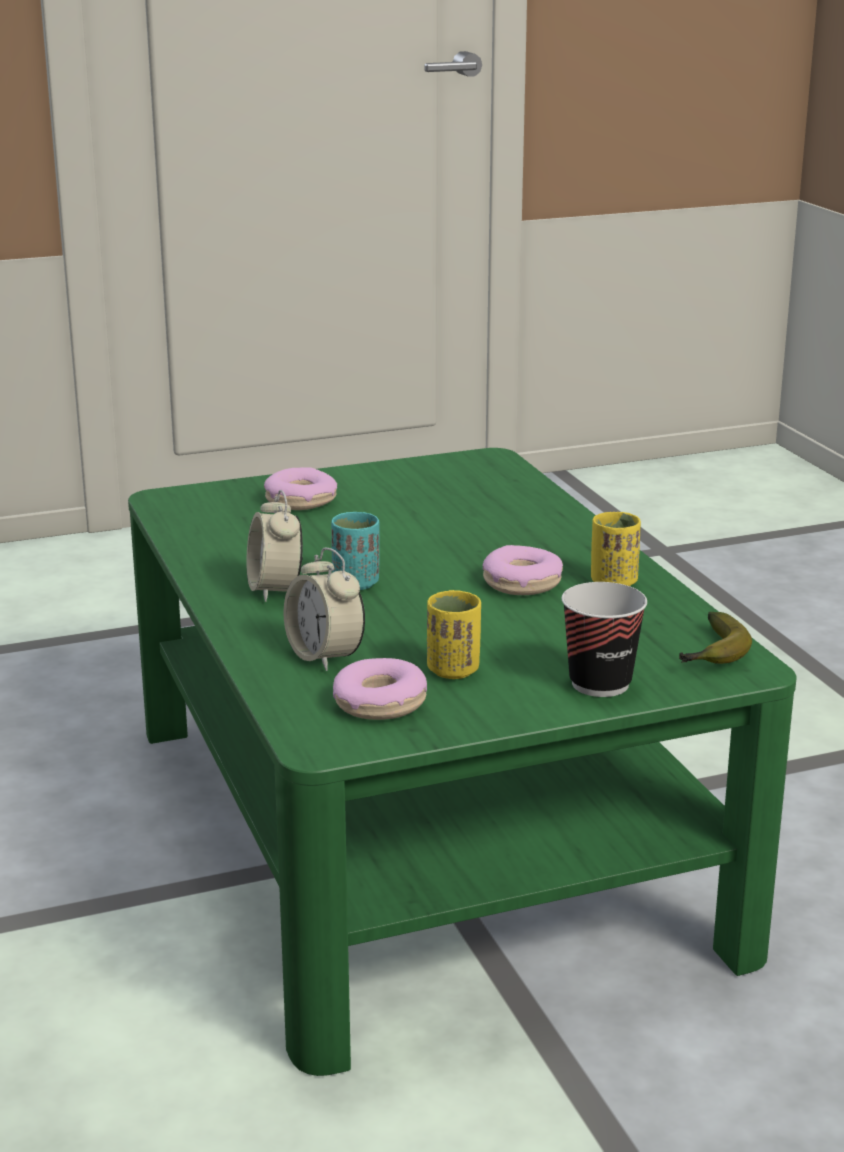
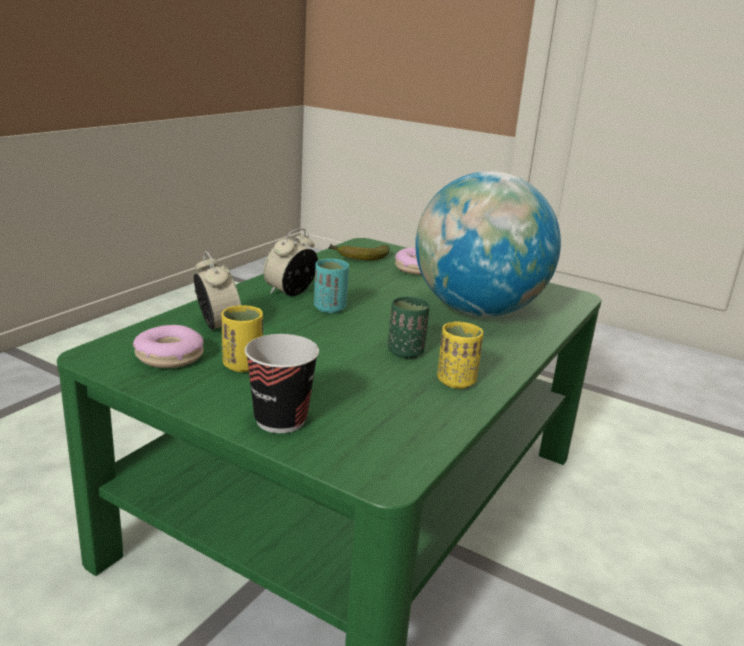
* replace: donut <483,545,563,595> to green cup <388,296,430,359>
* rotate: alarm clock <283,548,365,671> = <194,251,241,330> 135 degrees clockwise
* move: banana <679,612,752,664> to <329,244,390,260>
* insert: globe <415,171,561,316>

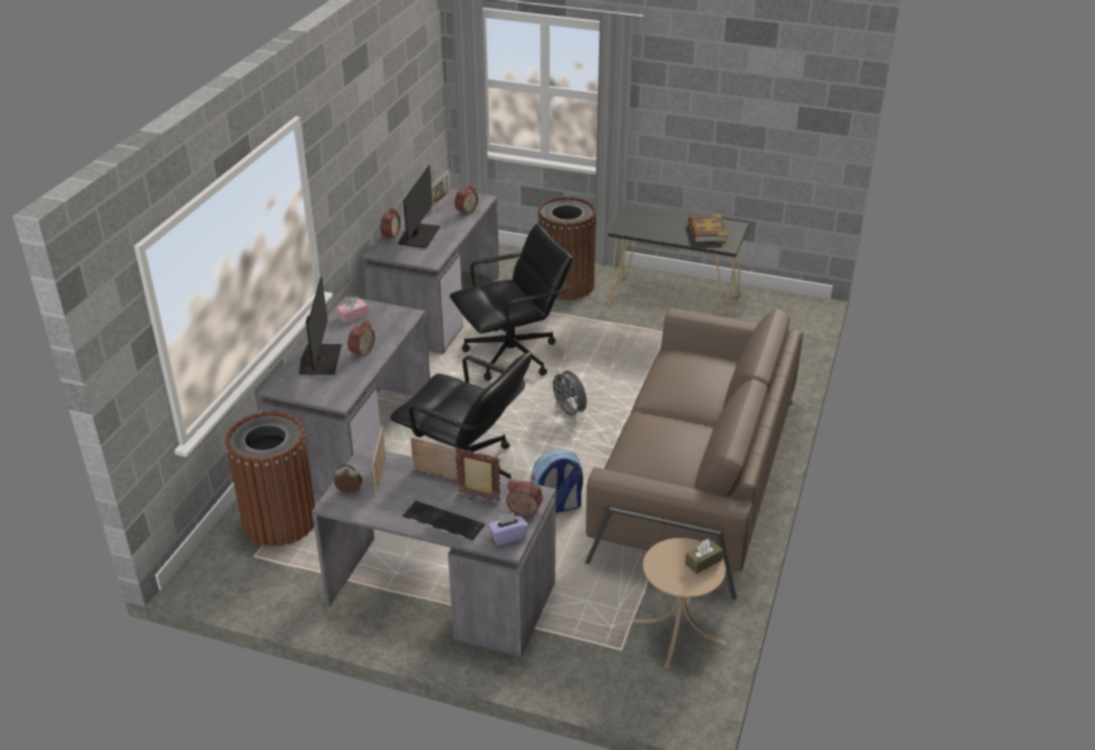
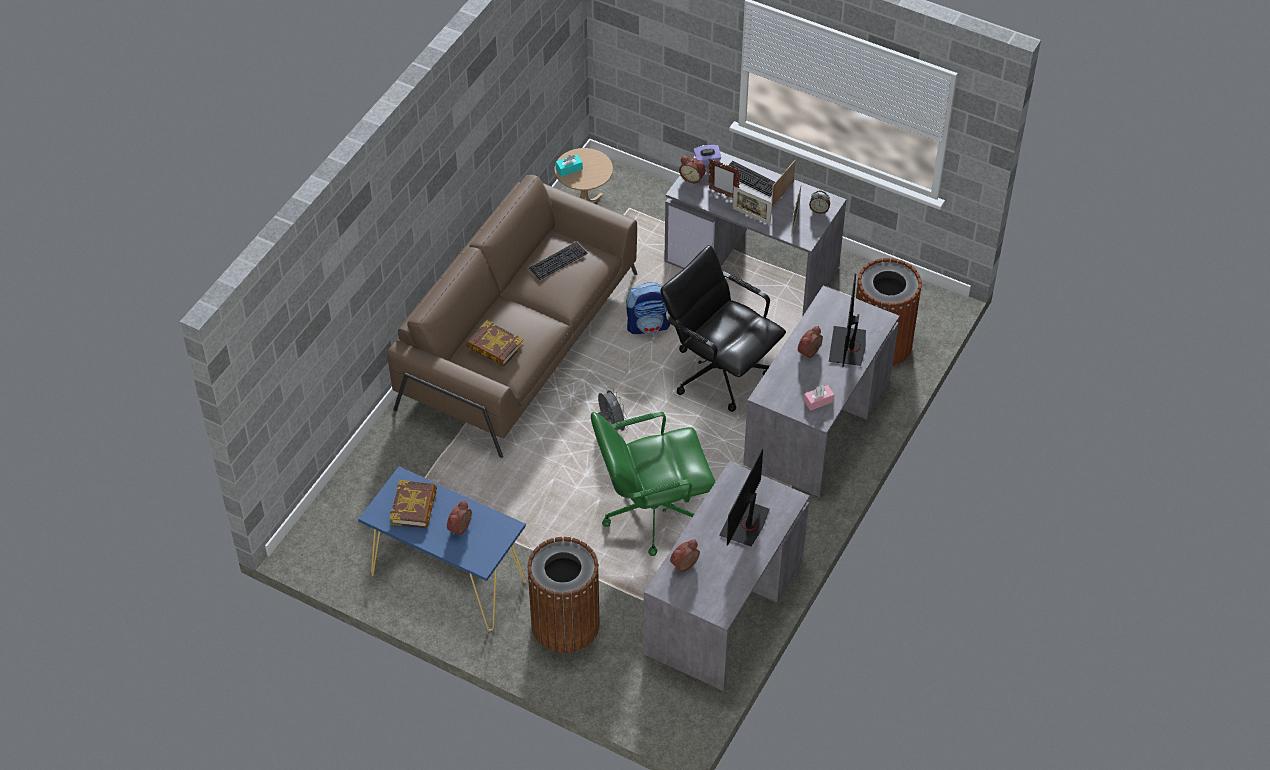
* move: picture frame <431,170,451,213> to <772,160,796,207>
* recolor: black console table <608,204,749,318> to blue console table <358,467,526,631>
* move: alarm clock <380,207,400,240> to <447,500,472,535>
* recolor: black office chair <450,224,573,381> to green office chair <591,412,715,556>
* recolor: brown tissue box <685,539,723,574> to turquoise tissue box <556,154,583,177>
* insert: keyboard <529,242,588,280>
* insert: book <466,321,523,366>

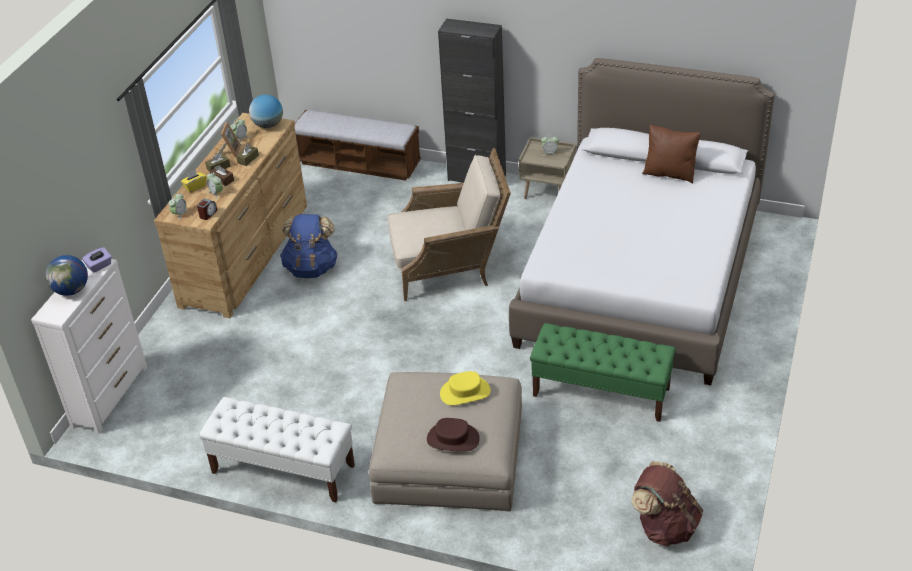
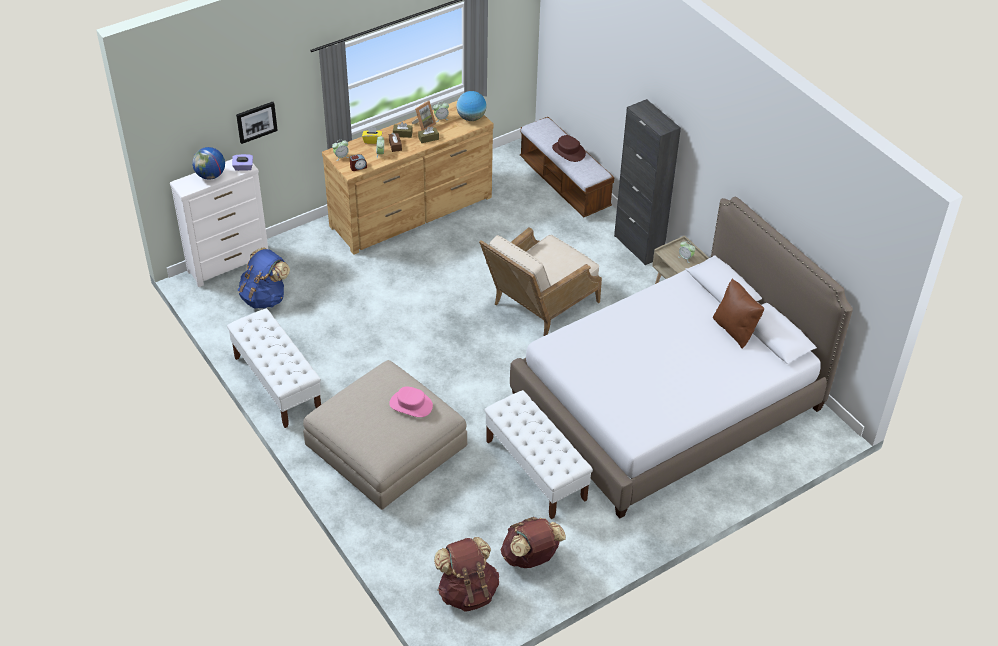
* rotate: beige armchair <387,148,511,301> = <479,227,602,336> 105 degrees clockwise
* move: blue backpack <280,214,338,278> to <238,247,290,309>
* recolor: green bench <530,323,676,422> to white bench <484,390,593,519>
* recolor: yellow hat <440,371,491,405> to pink hat <389,386,433,417>
* move: brown hat <427,418,480,452> to <552,135,586,162>
* insert: picture <236,102,278,144>
* insert: brown backpack <501,517,566,568>

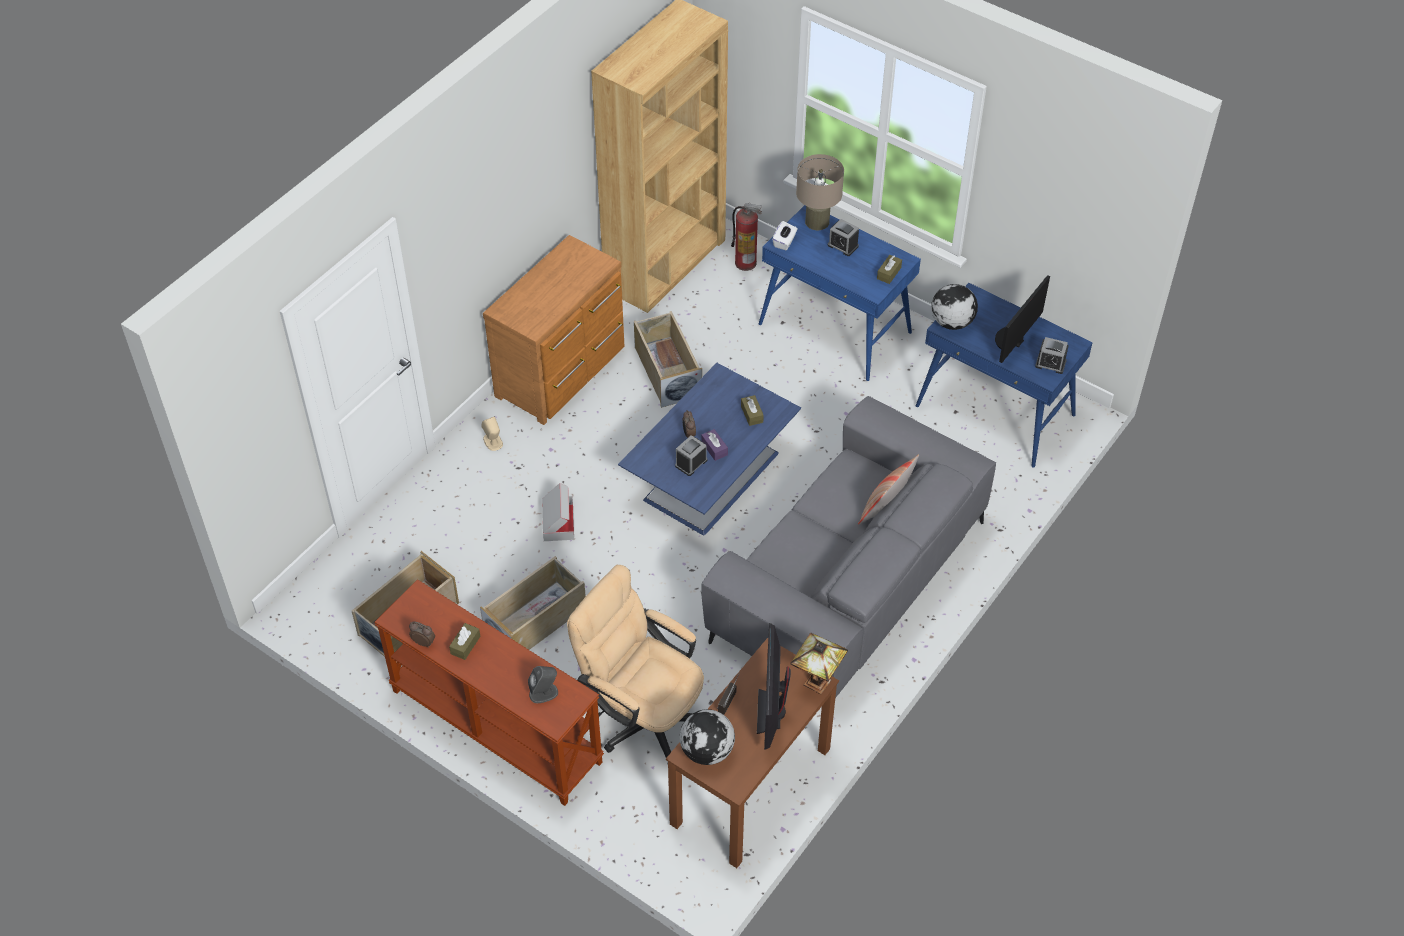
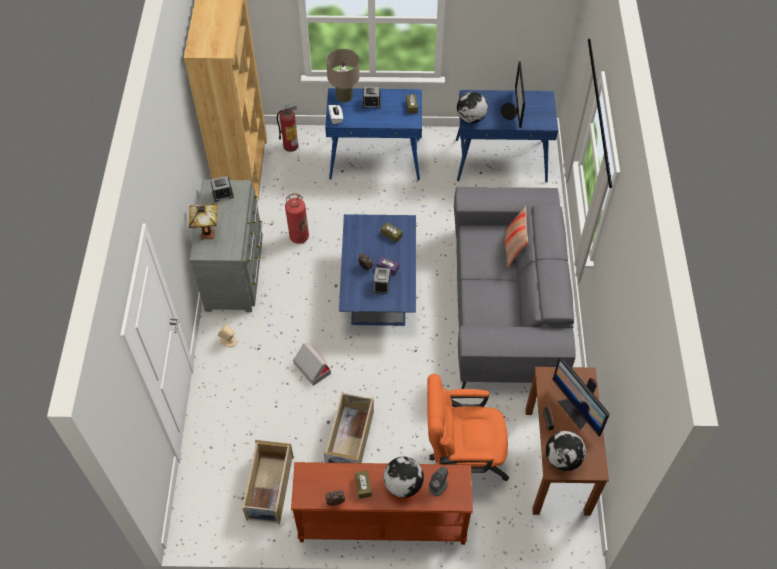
* recolor: brown dresser <483,235,624,425> to grey dresser <189,180,263,312>
* replace: beige storage box <634,311,702,408> to fire extinguisher <285,193,309,244>
* move: alarm clock <1035,337,1069,374> to <210,176,234,202>
* recolor: beige office chair <567,565,704,758> to orange office chair <427,374,509,482>
* move: table lamp <790,633,848,695> to <189,204,217,240>
* insert: globe <383,457,424,498>

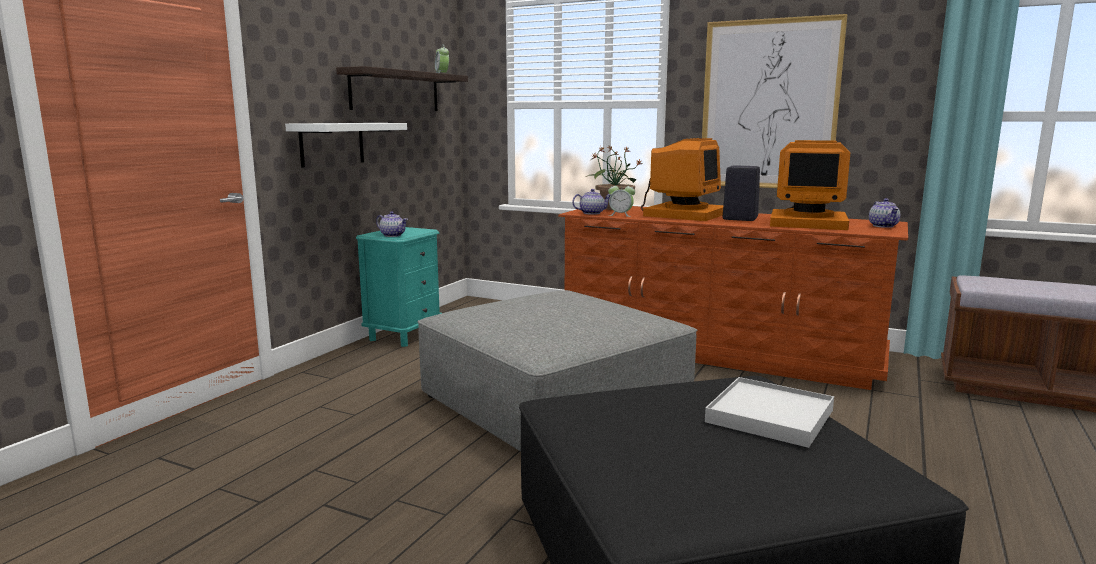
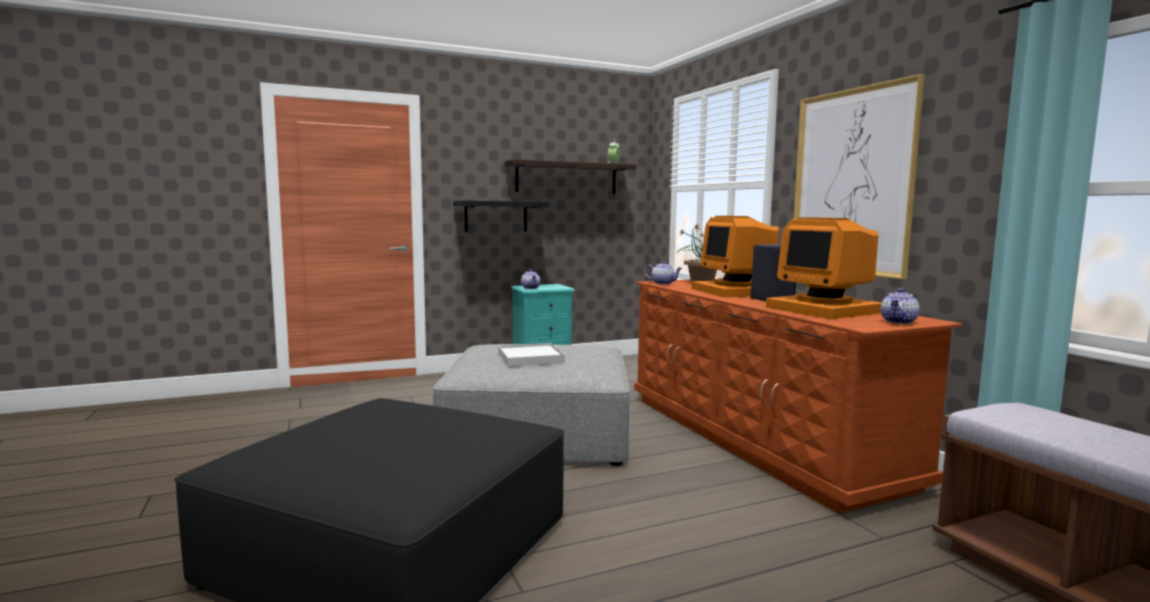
* recolor: white shelf <285,123,407,168> to black shelf <453,200,549,232>
* rotate: monitor <641,138,723,221> = <691,216,779,297> 90 degrees clockwise
* delete: alarm clock <608,184,635,217>
* move: white tray <705,377,834,448> to <498,343,565,367>

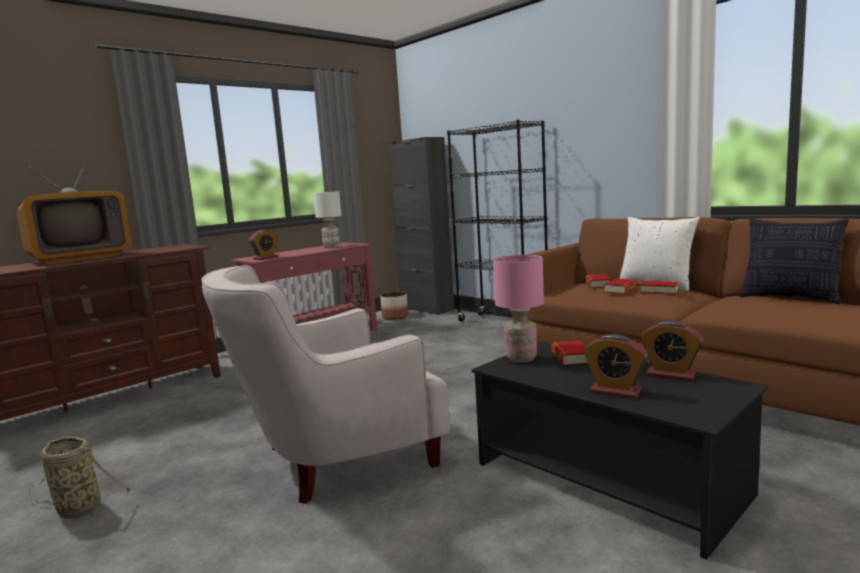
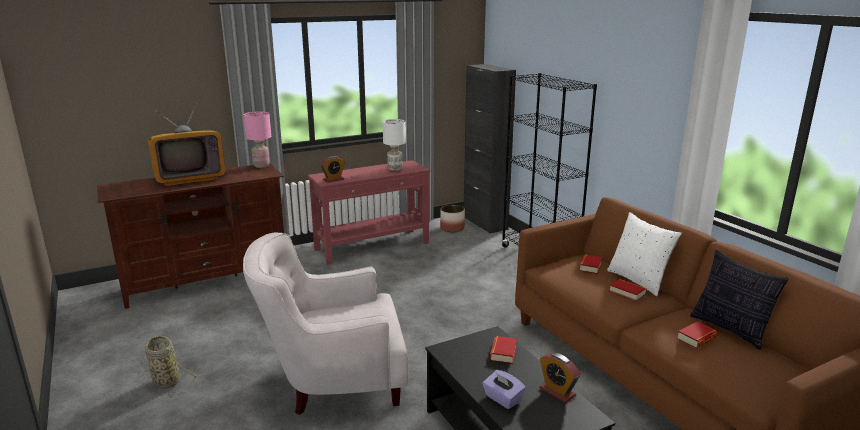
* move: pink table lamp <493,255,544,363> to <243,111,271,168>
* move: book <604,278,638,294> to <677,321,718,348>
* replace: alarm clock <584,334,648,399> to purple tissue box <482,370,526,409>

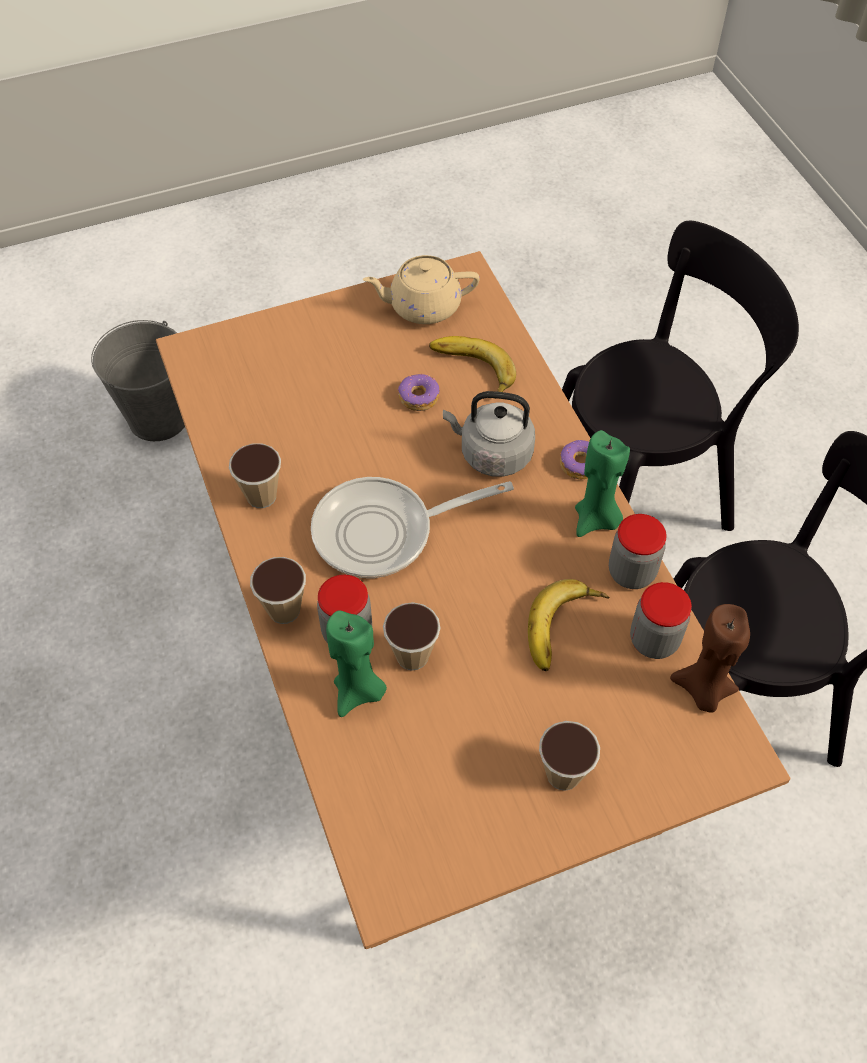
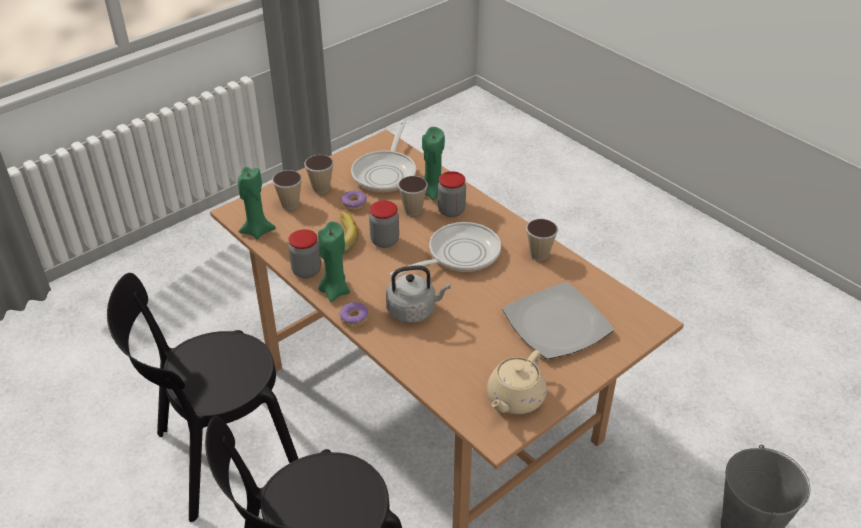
* rotate: beige teapot <363,255,480,324> = <487,350,547,414> 150 degrees clockwise
* delete: banana <429,336,516,399>
* move: donut <398,373,439,411> to <341,190,367,211>
* move: cup <250,557,306,624> to <272,170,302,210>
* move: jar <630,582,692,659> to <369,200,399,248>
* recolor: brown candle <670,604,750,713> to green candle <238,167,276,239>
* insert: frying pan <351,121,416,192>
* insert: plate <502,282,614,359>

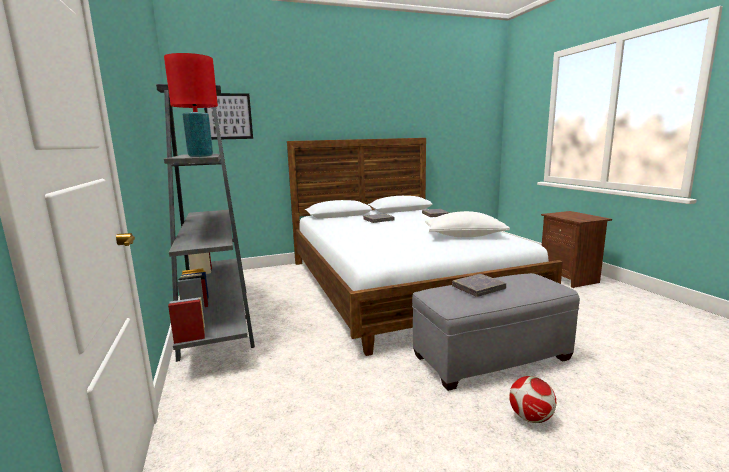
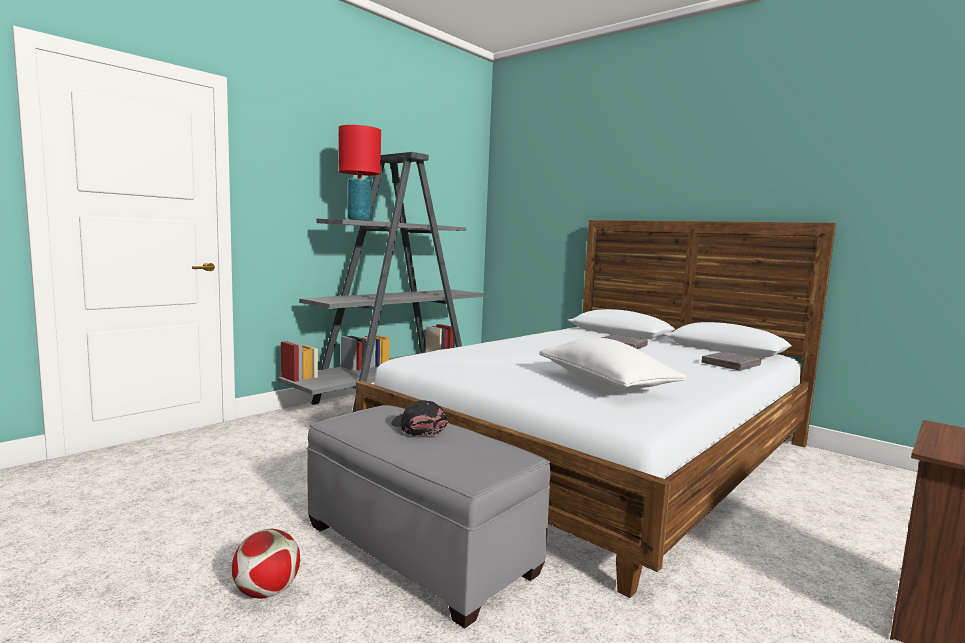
* delete: picture <204,93,253,140>
* replace: grey book <452,274,506,297> to black cap <391,400,448,436>

